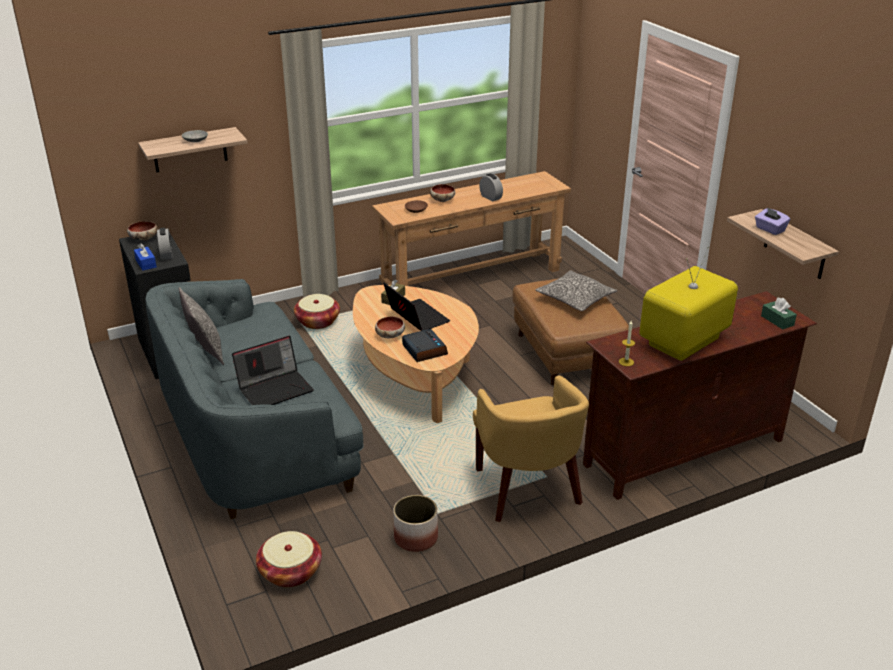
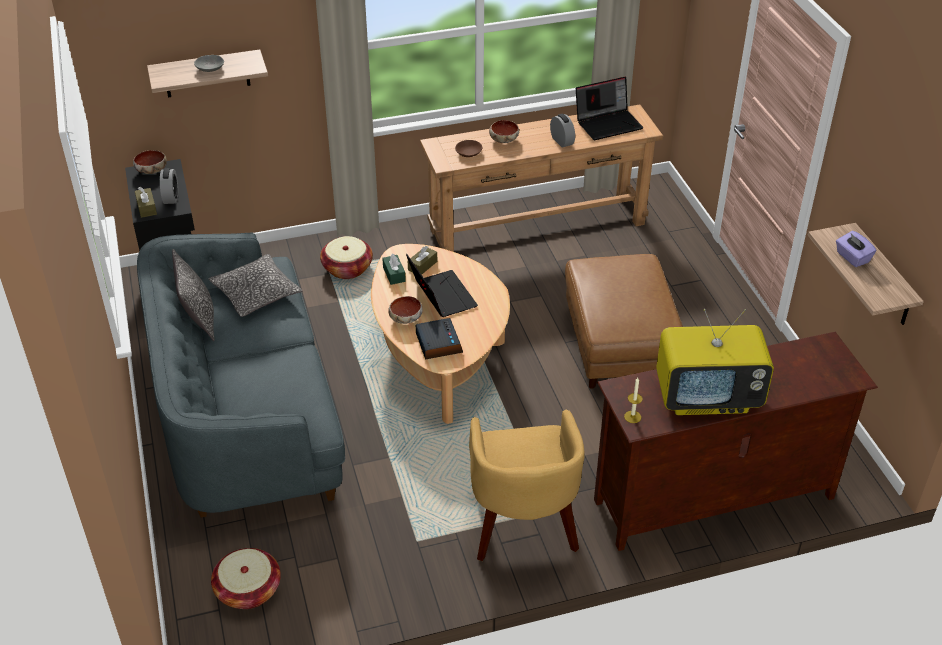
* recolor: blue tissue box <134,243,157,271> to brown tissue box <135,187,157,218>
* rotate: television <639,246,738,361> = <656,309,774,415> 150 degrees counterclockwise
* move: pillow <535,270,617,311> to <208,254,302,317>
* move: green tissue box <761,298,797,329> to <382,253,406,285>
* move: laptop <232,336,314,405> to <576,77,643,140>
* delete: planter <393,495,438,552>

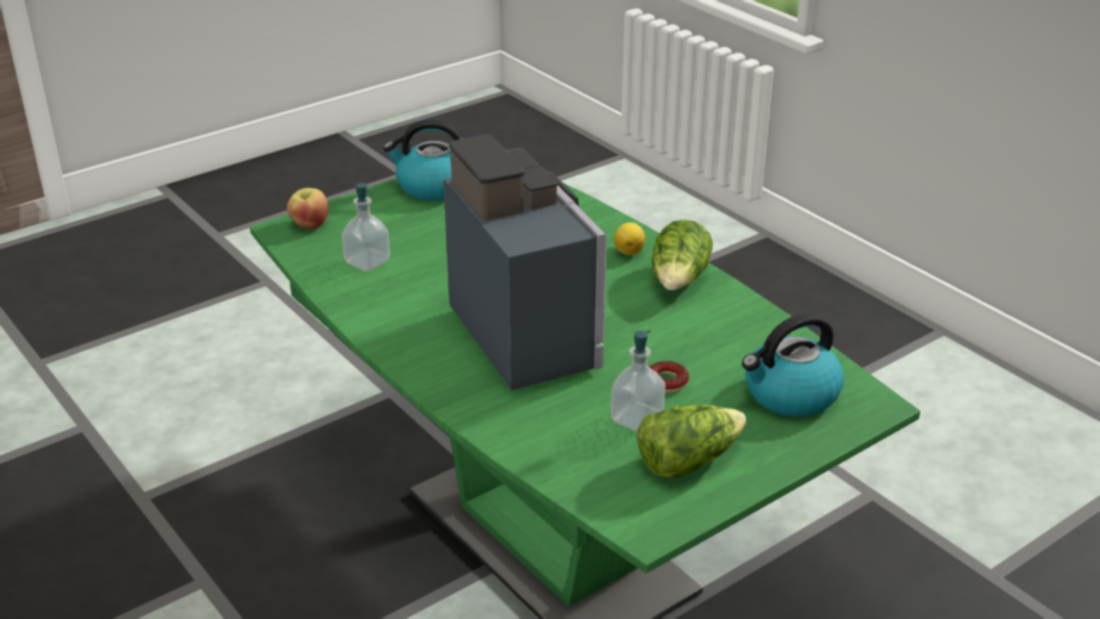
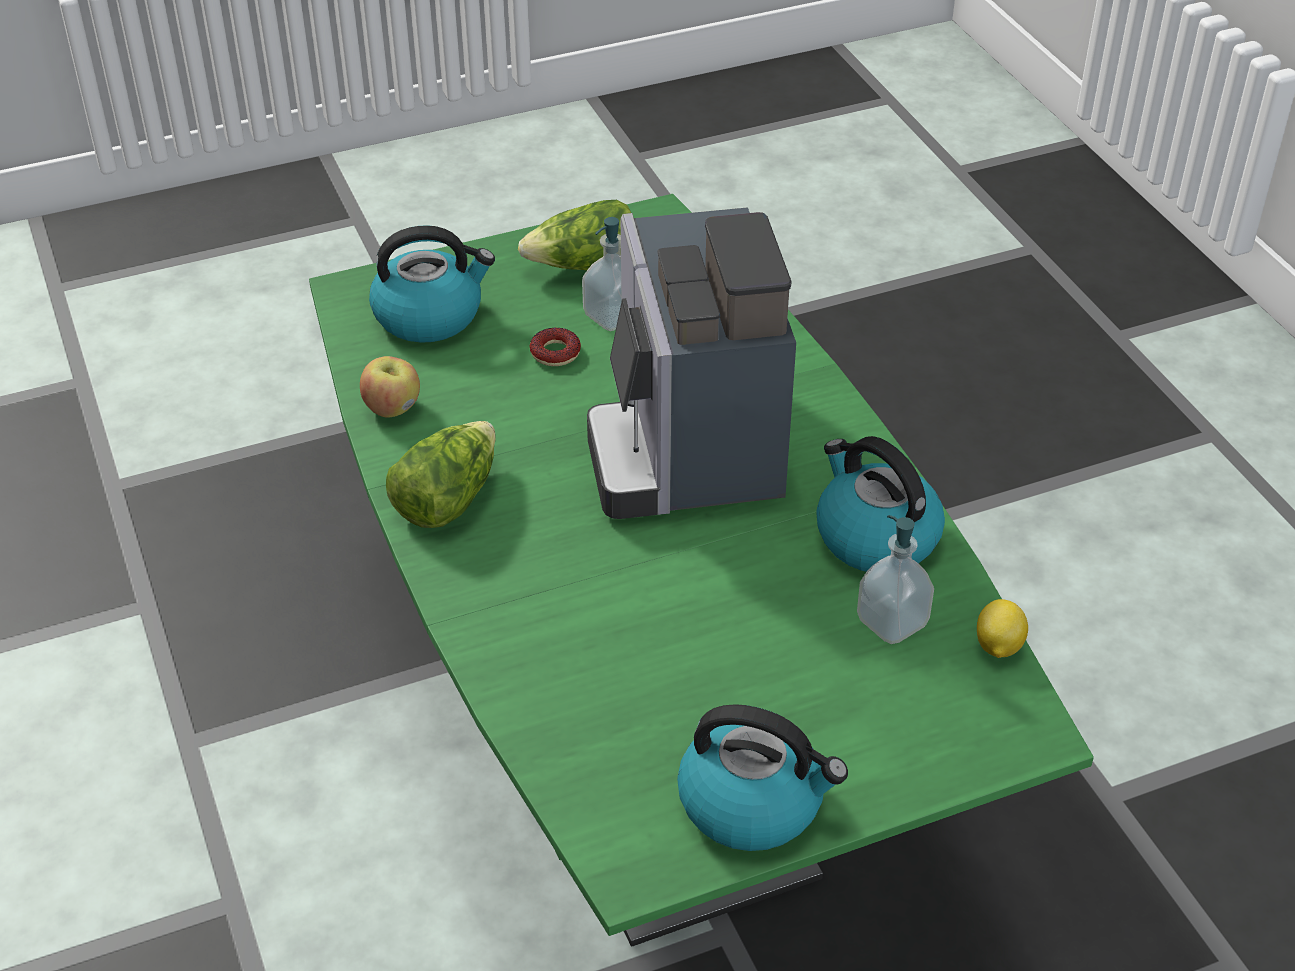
* move: apple <287,188,328,229> to <360,356,420,417>
* move: lemon <614,222,645,255> to <977,599,1028,658>
* insert: kettle <816,436,945,572>

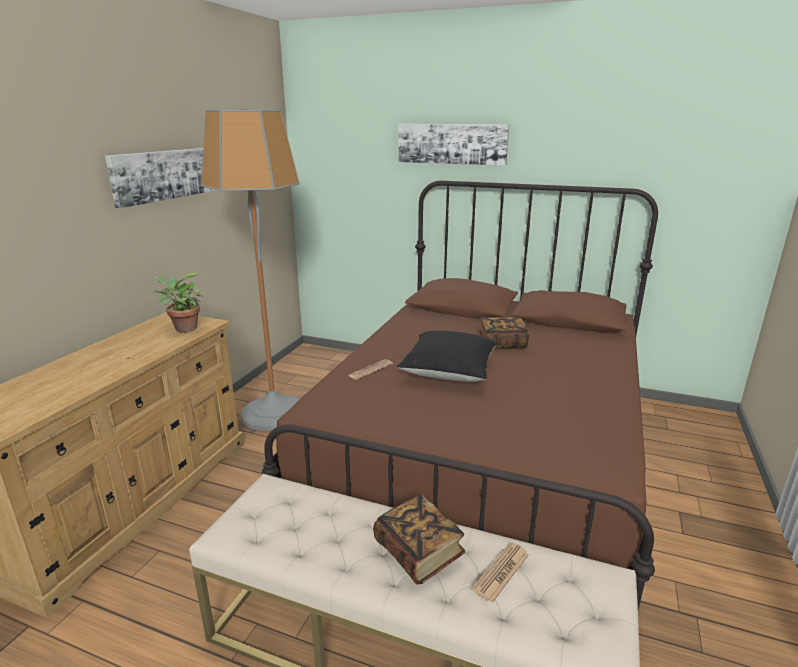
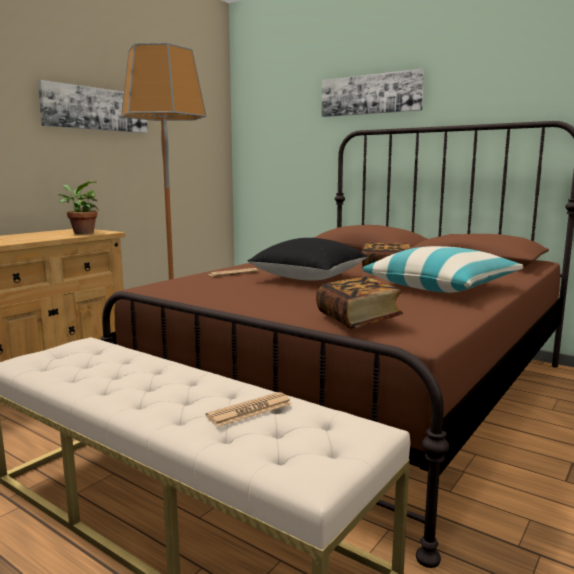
* move: book <373,494,465,585> to <316,277,403,329>
* insert: pillow <363,246,523,293>

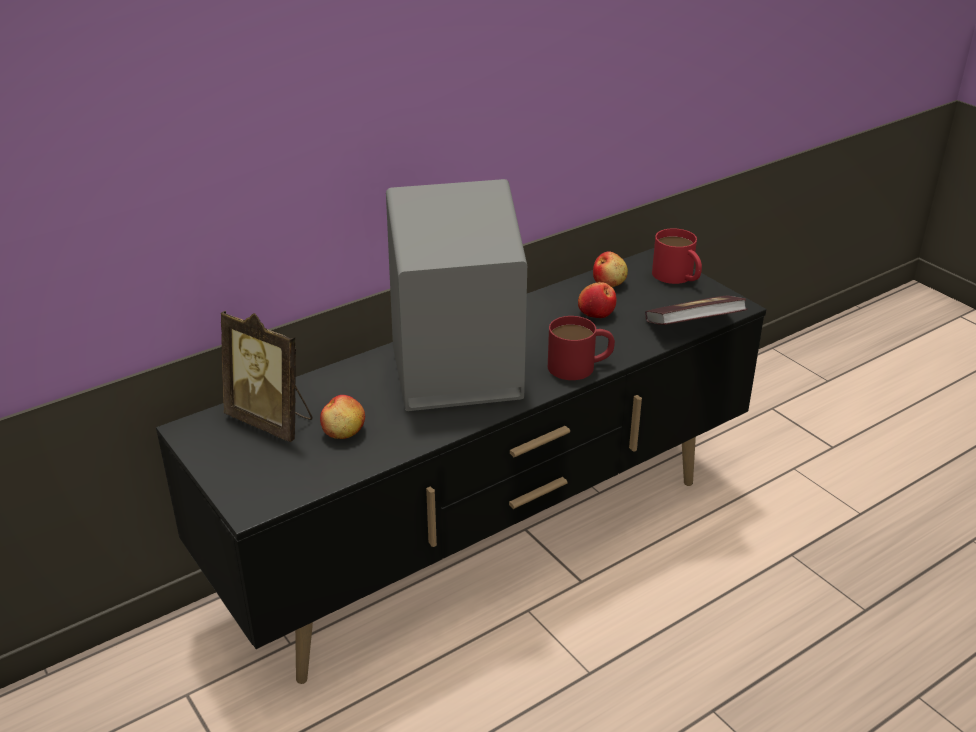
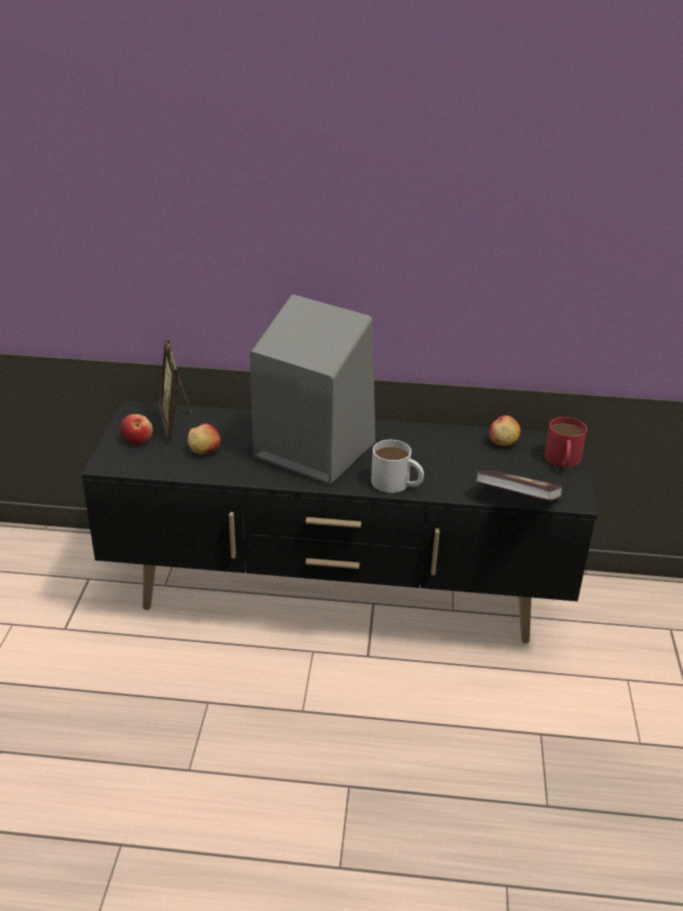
* move: apple <578,282,616,318> to <120,414,153,444>
* recolor: red mug <548,316,615,380> to white mug <371,440,424,493>

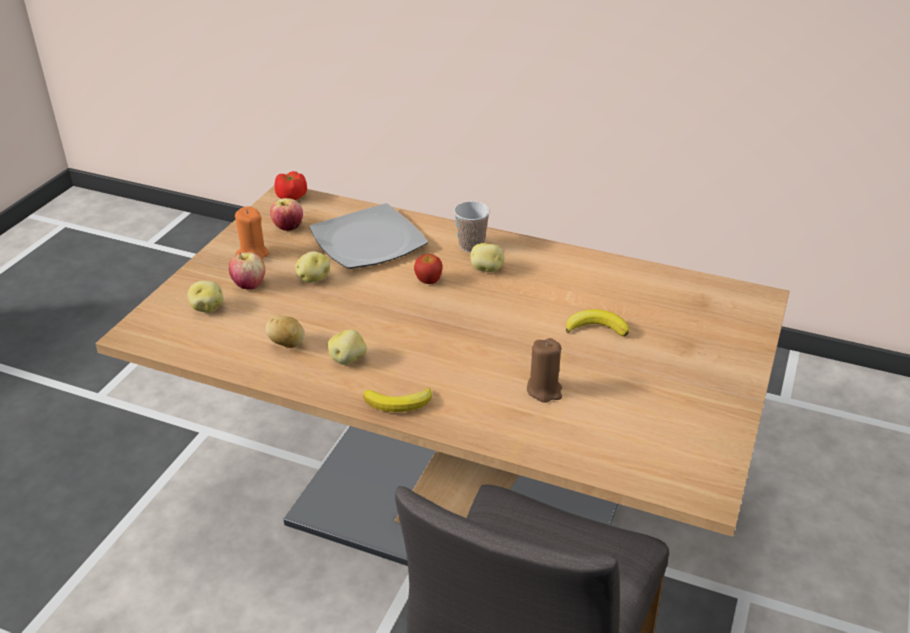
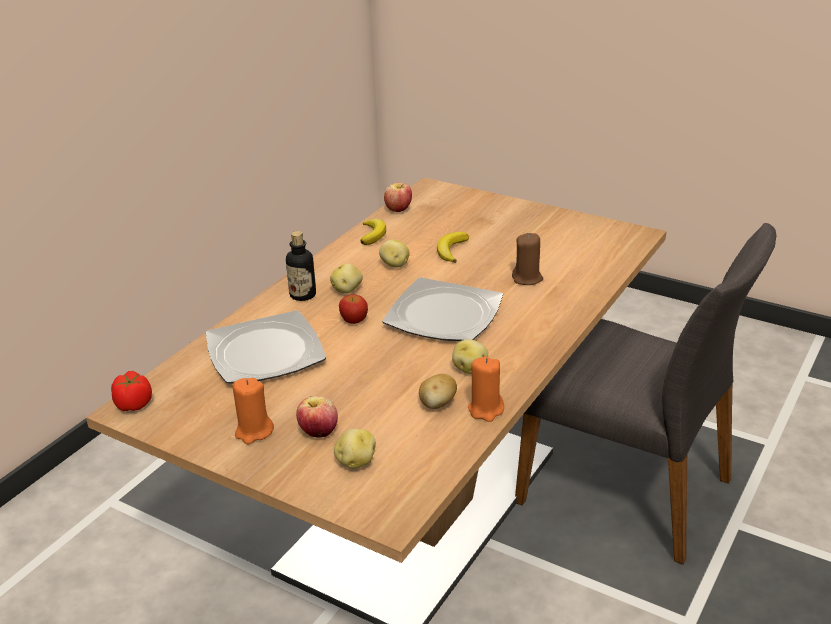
* move: apple <270,198,303,231> to <384,183,412,212>
* replace: cup <454,201,490,252> to bottle <286,231,316,301>
* move: potato <295,251,330,283> to <379,239,410,268>
* move: banana <363,388,432,412> to <360,219,386,245>
* insert: plate <382,277,503,341>
* insert: orange candle <468,356,504,422>

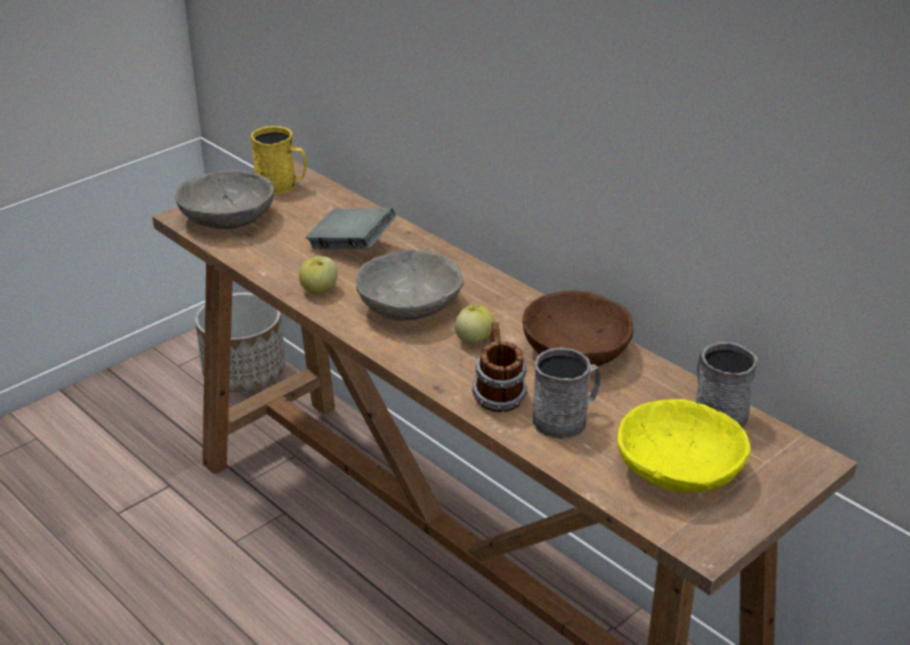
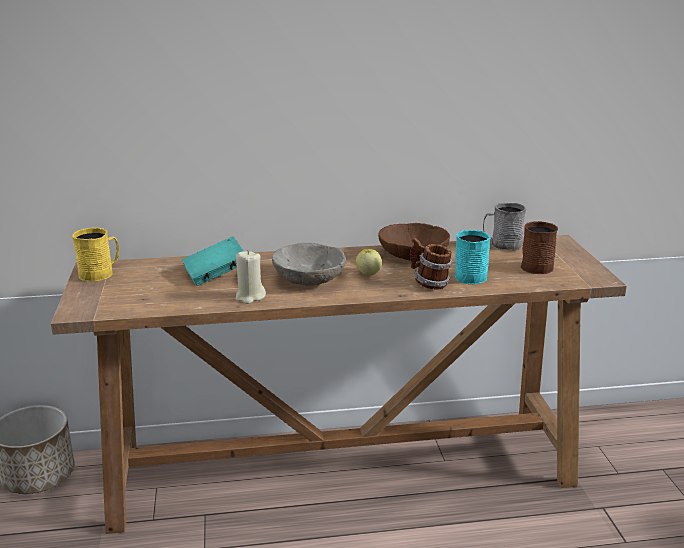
* delete: grey bowl <175,170,274,229>
* recolor: grey book <306,208,396,249> to turquoise book <182,236,244,286>
* replace: apple <299,256,338,294> to beige candle <236,250,266,304>
* recolor: grey mug <532,347,601,439> to turquoise mug <455,230,490,284>
* replace: yellow bowl <617,399,750,492> to brown mug <521,221,558,274>

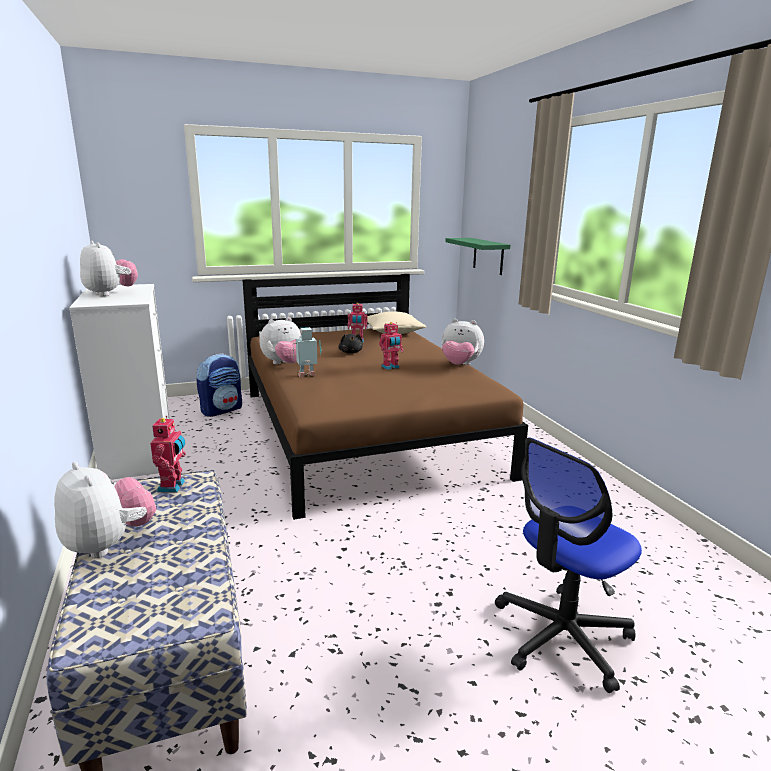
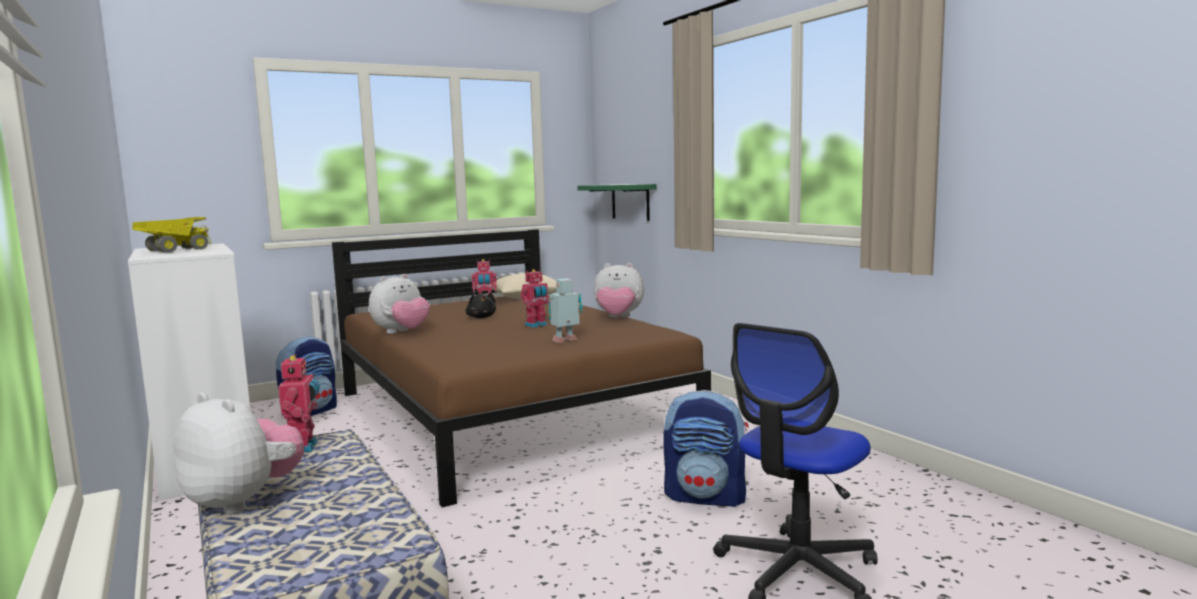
* replace: plush toy <80,241,138,296> to toy truck <132,217,212,253>
* move: toy robot <293,327,321,377> to <548,278,582,343>
* insert: backpack <663,390,749,507>

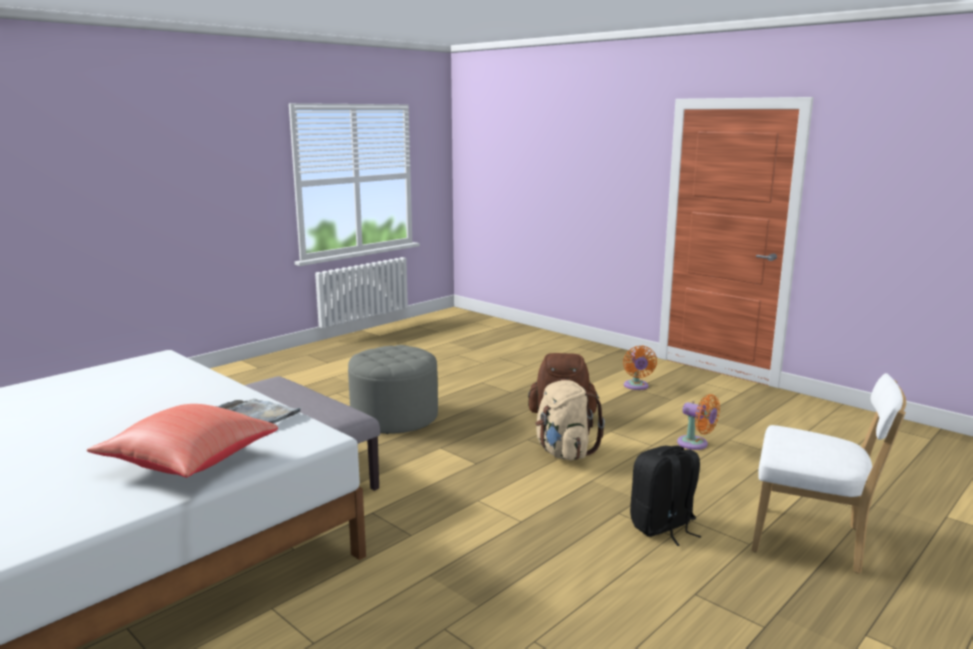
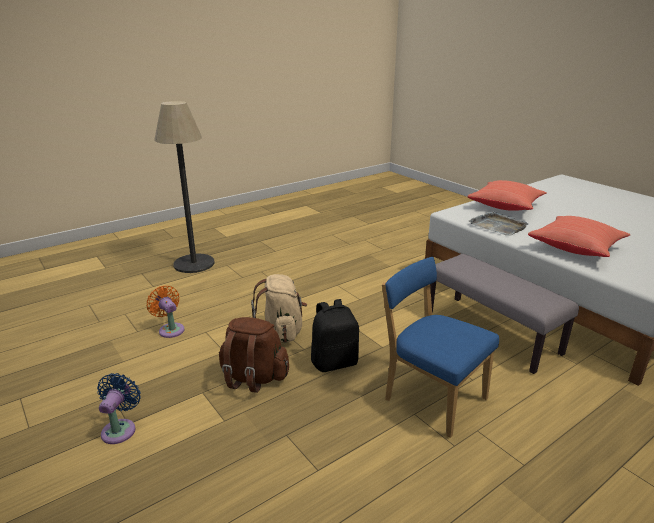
* replace: grey ottoman <348,345,438,434> to blue chair <382,257,499,438>
* recolor: orange fan <623,346,657,390> to blue fan <97,373,141,444>
* replace: white chair <751,373,906,574> to floor lamp <154,101,214,273>
* move: black backpack <630,445,701,546> to <311,299,359,372>
* insert: red pillow <528,216,630,257>

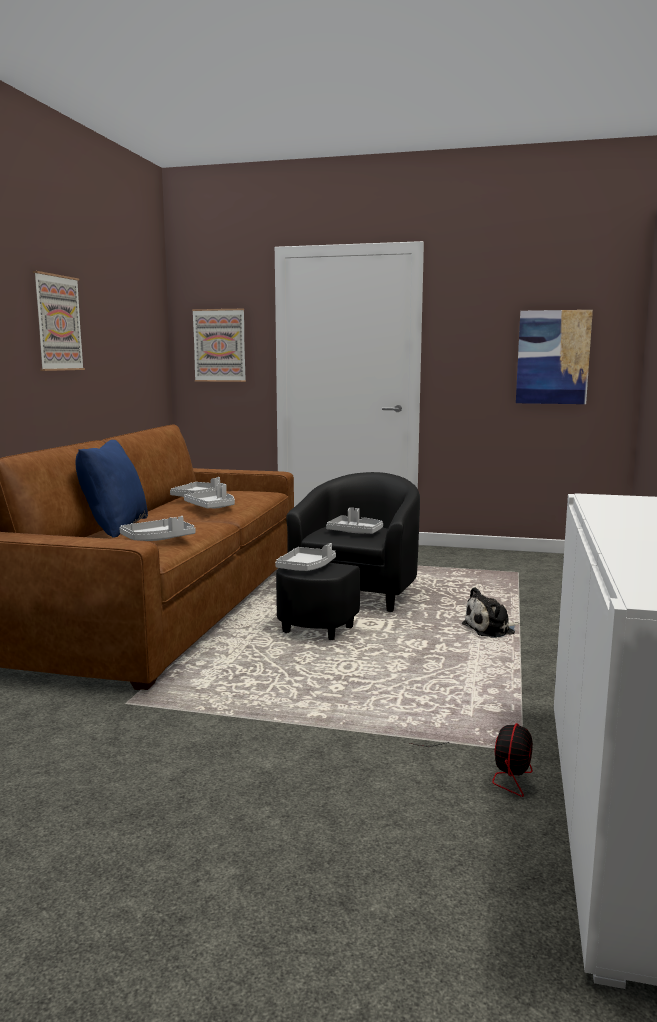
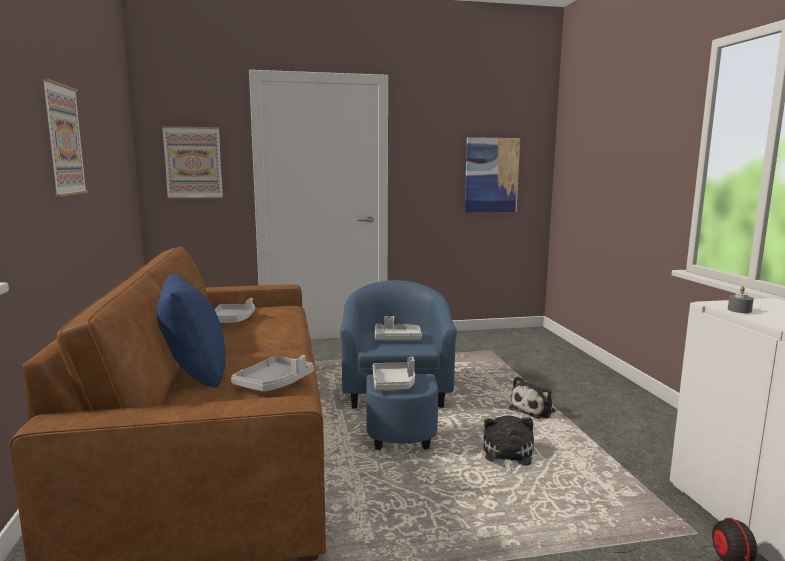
* recolor: black armchair <276,472,420,640> to blue armchair <340,280,457,450>
* delete: grey tray <184,483,235,508>
* insert: grey candle <728,286,754,313>
* insert: plush toy <483,415,534,474>

